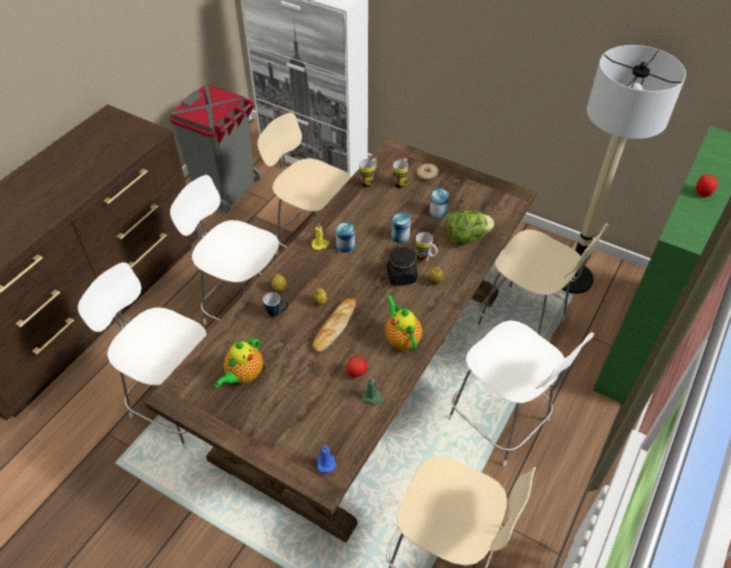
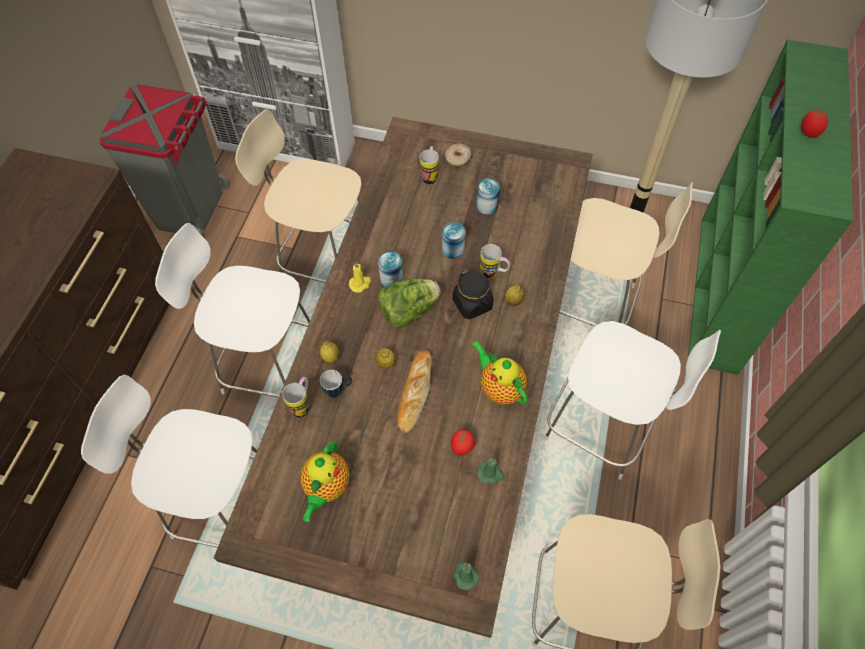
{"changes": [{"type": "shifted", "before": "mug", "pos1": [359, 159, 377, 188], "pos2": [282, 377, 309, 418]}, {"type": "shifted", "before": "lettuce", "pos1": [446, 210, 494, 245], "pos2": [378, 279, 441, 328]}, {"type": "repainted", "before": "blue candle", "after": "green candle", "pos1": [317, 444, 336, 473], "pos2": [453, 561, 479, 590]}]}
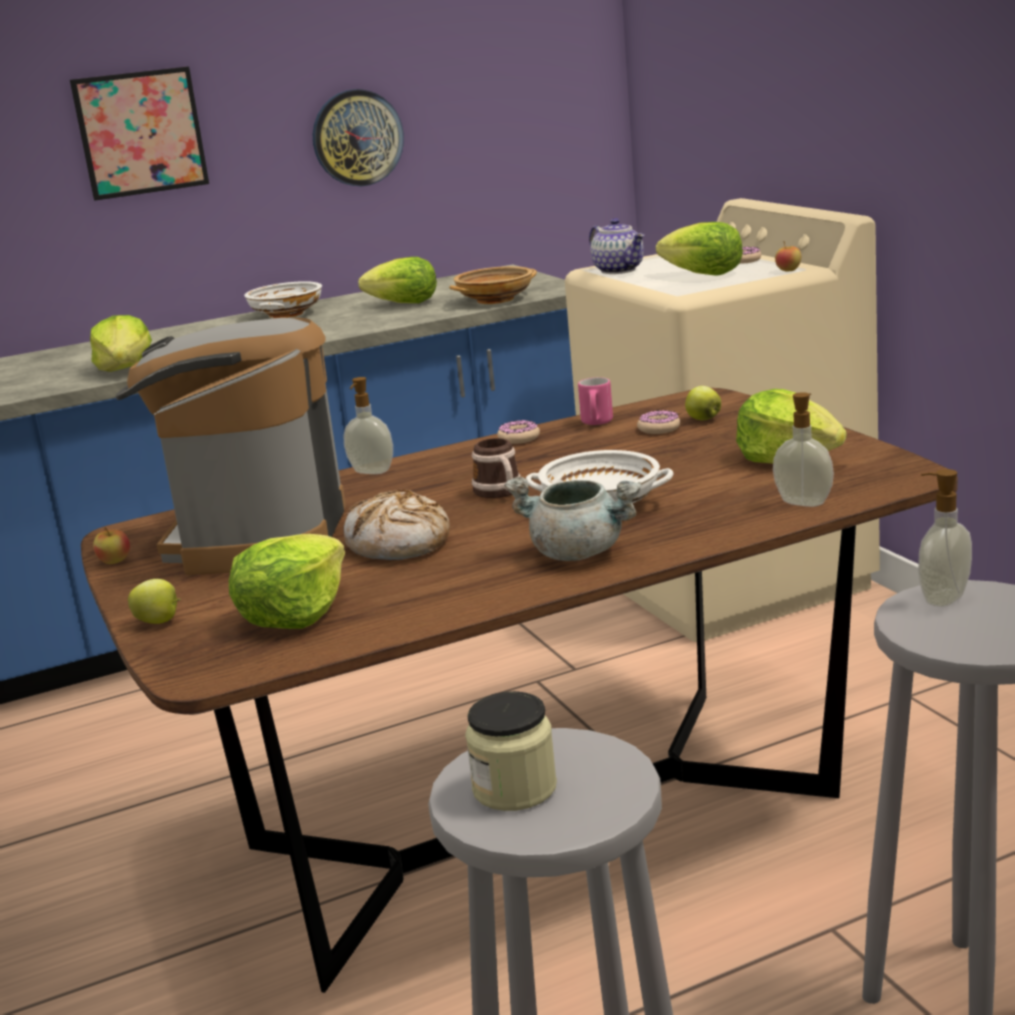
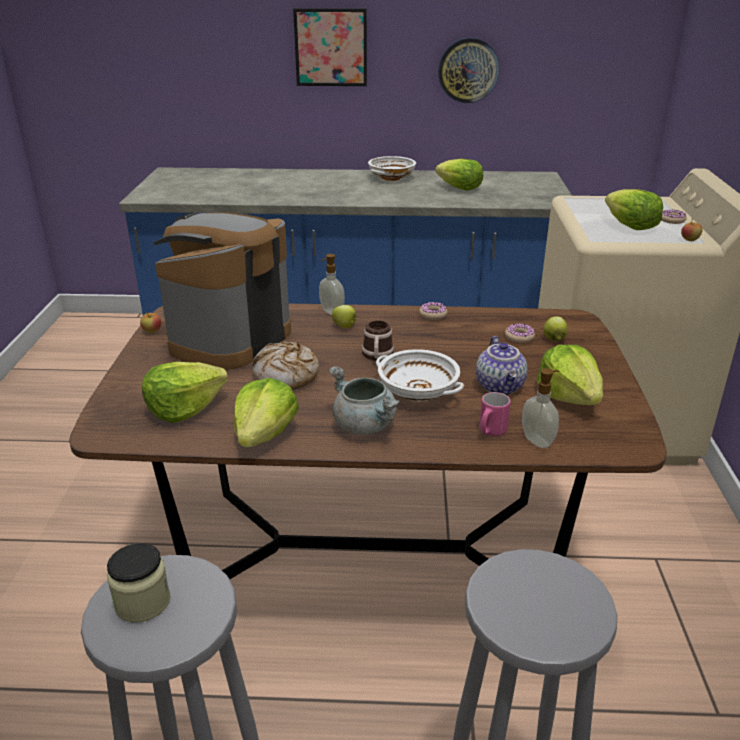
{"changes": [{"type": "gone", "before": "beige bowl", "pos1": [449, 266, 537, 304]}, {"type": "gone", "before": "soap dispenser", "pos1": [918, 469, 972, 607]}, {"type": "shifted", "before": "lettuce", "pos1": [90, 315, 152, 372], "pos2": [233, 378, 299, 447]}, {"type": "shifted", "before": "apple", "pos1": [128, 579, 181, 624], "pos2": [332, 305, 356, 328]}, {"type": "shifted", "before": "pink mug", "pos1": [578, 377, 613, 425], "pos2": [479, 392, 511, 436]}, {"type": "shifted", "before": "teapot", "pos1": [589, 218, 644, 274], "pos2": [476, 336, 528, 395]}]}
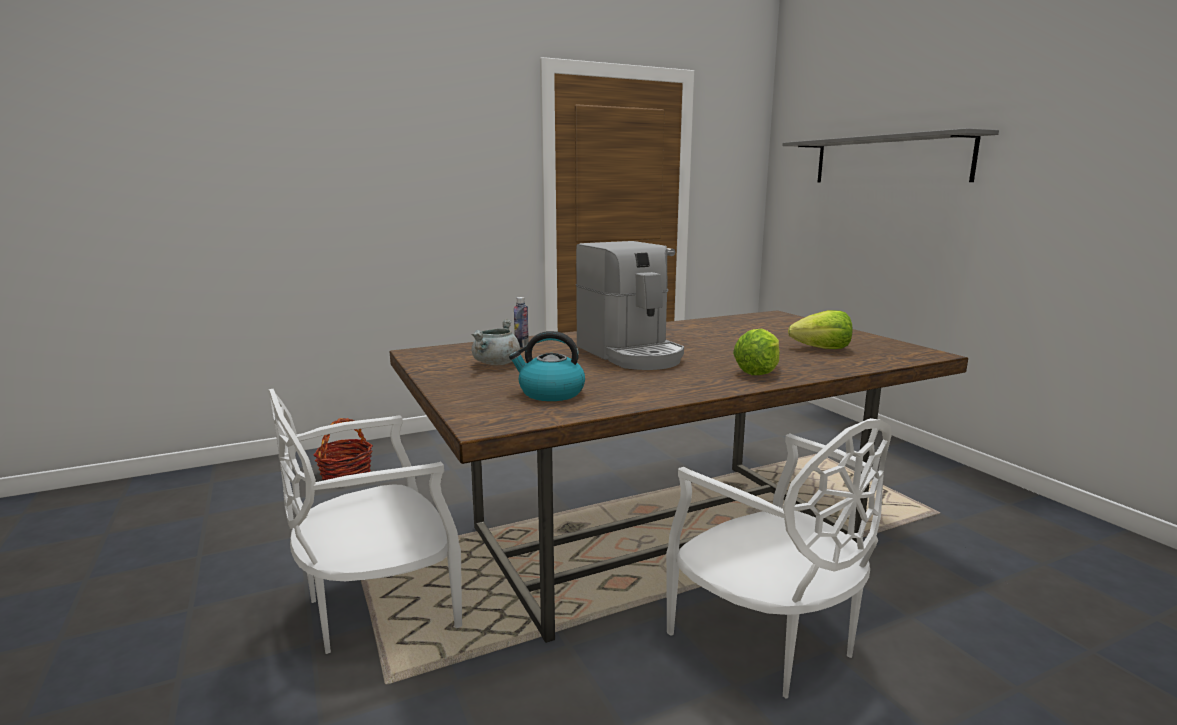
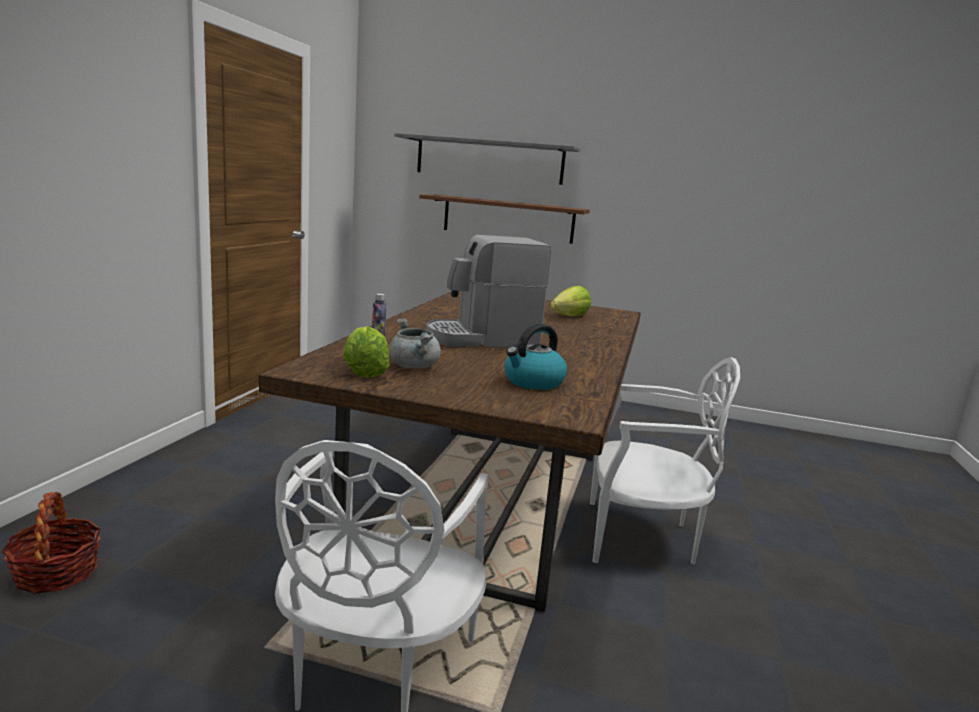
{"changes": [{"type": "new", "after": "brown shelf", "pos2": [419, 194, 590, 244]}, {"type": "shifted", "before": "lettuce", "pos1": [733, 329, 780, 375], "pos2": [343, 326, 390, 378]}, {"type": "rotated", "before": "coffee machine", "pos1": [576, 241, 684, 370], "pos2": [426, 235, 551, 348], "turn": 150}]}
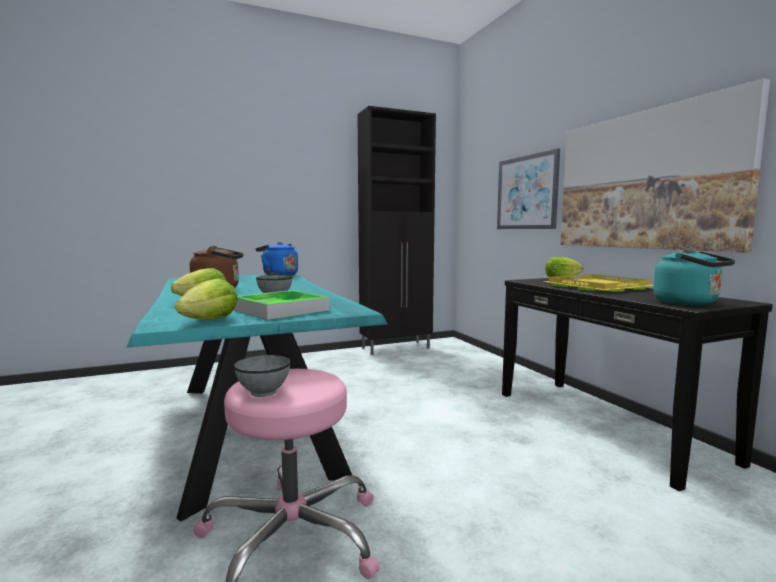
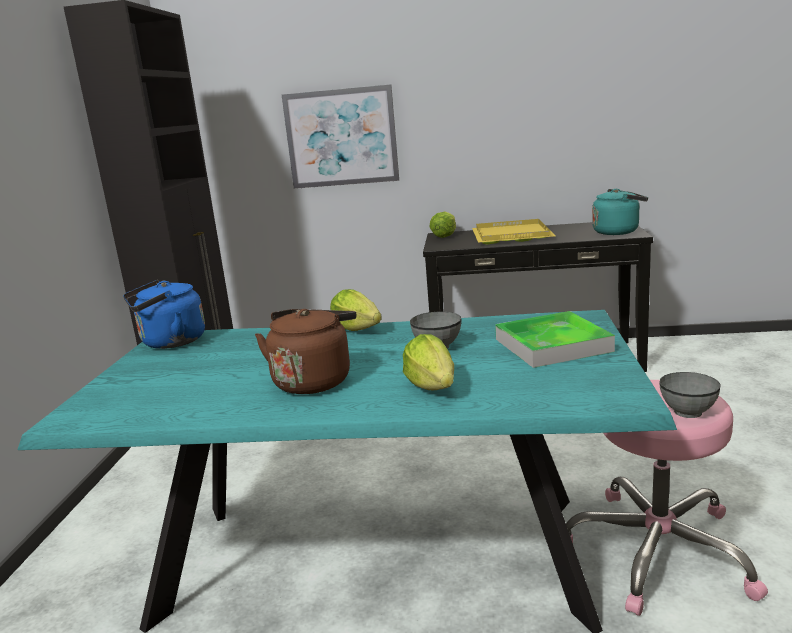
{"changes": [{"type": "gone", "before": "picture", "pos1": [561, 78, 770, 252]}, {"type": "shifted", "before": "lettuce", "pos1": [175, 279, 238, 320], "pos2": [330, 289, 382, 331]}]}
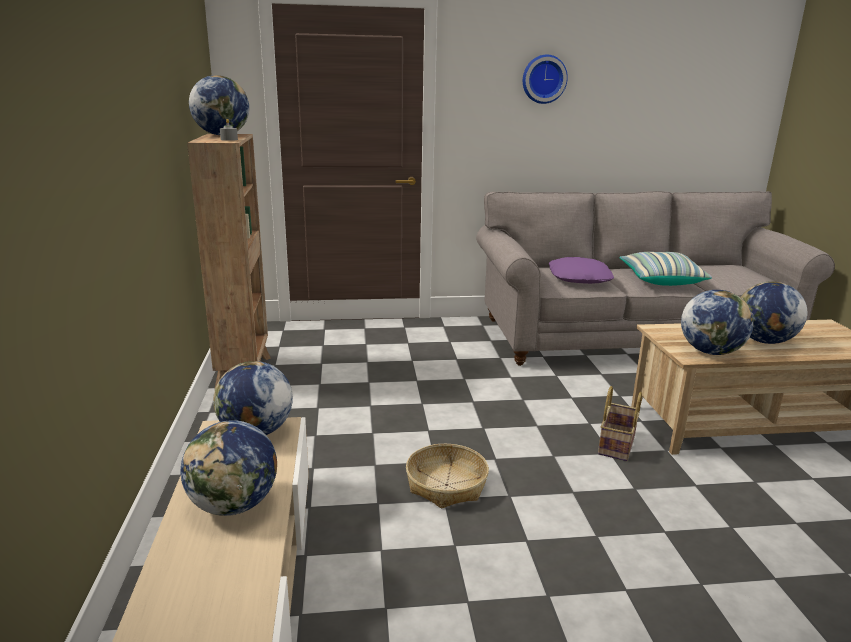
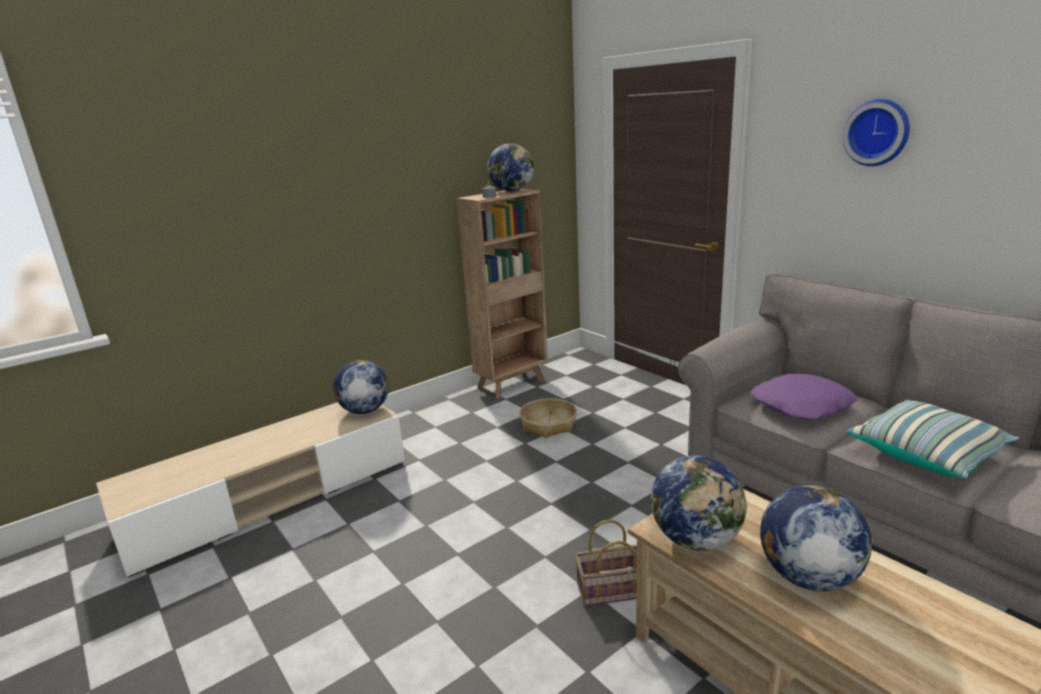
{"changes": [{"type": "gone", "before": "globe", "pos1": [181, 420, 277, 516]}, {"type": "shifted", "before": "basket", "pos1": [406, 444, 489, 509], "pos2": [519, 398, 577, 438]}]}
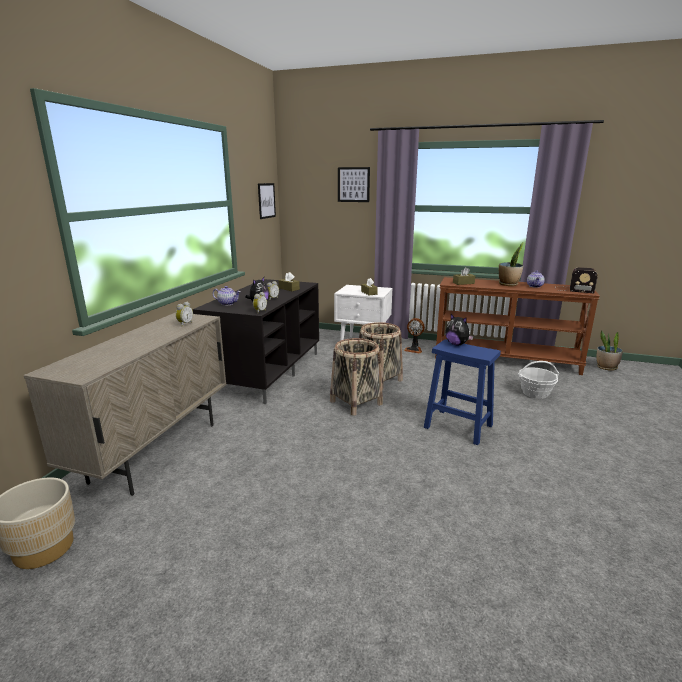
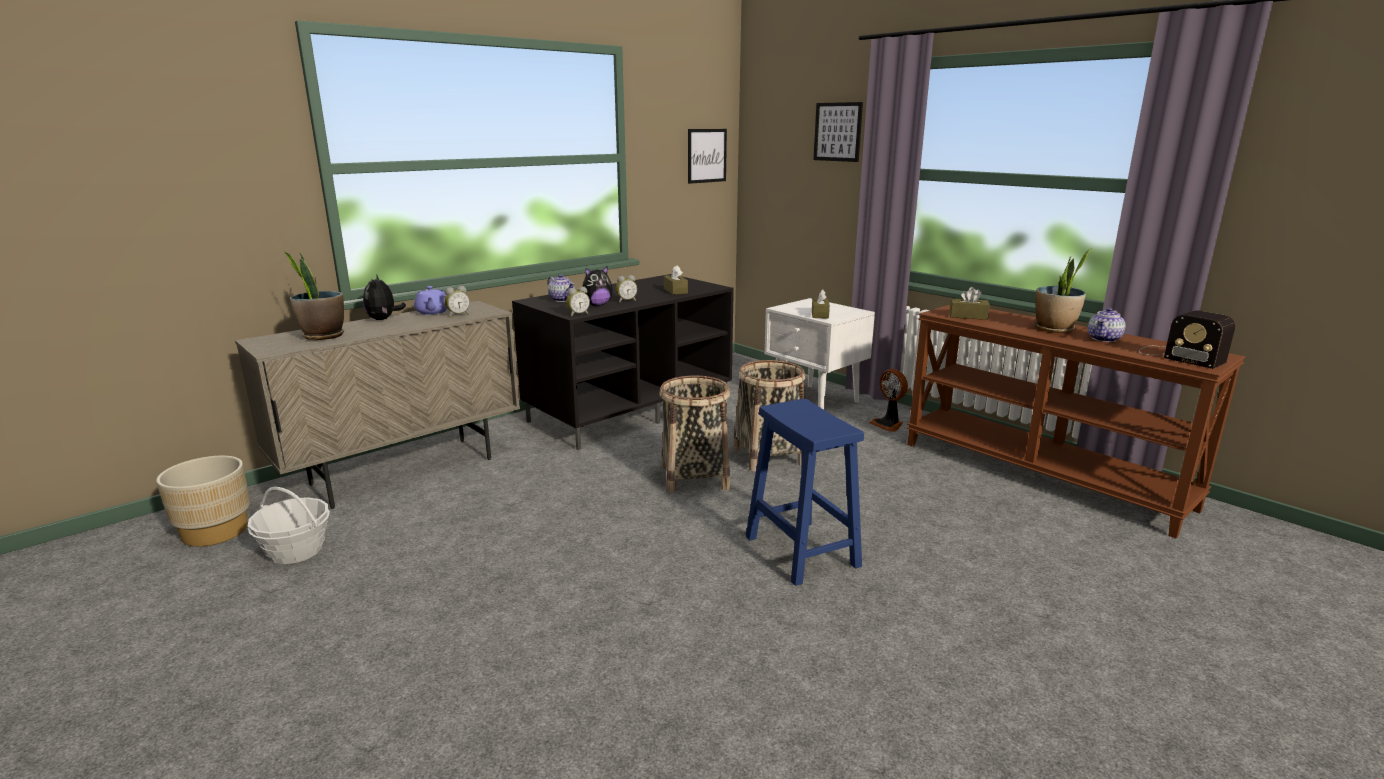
{"changes": [{"type": "new", "after": "purple teapot", "pos2": [414, 286, 447, 315]}, {"type": "shifted", "before": "plush toy", "pos1": [445, 314, 474, 345], "pos2": [363, 274, 406, 320]}, {"type": "shifted", "before": "basket", "pos1": [518, 361, 559, 399], "pos2": [248, 487, 330, 564]}, {"type": "shifted", "before": "potted plant", "pos1": [596, 330, 623, 371], "pos2": [285, 252, 344, 340]}]}
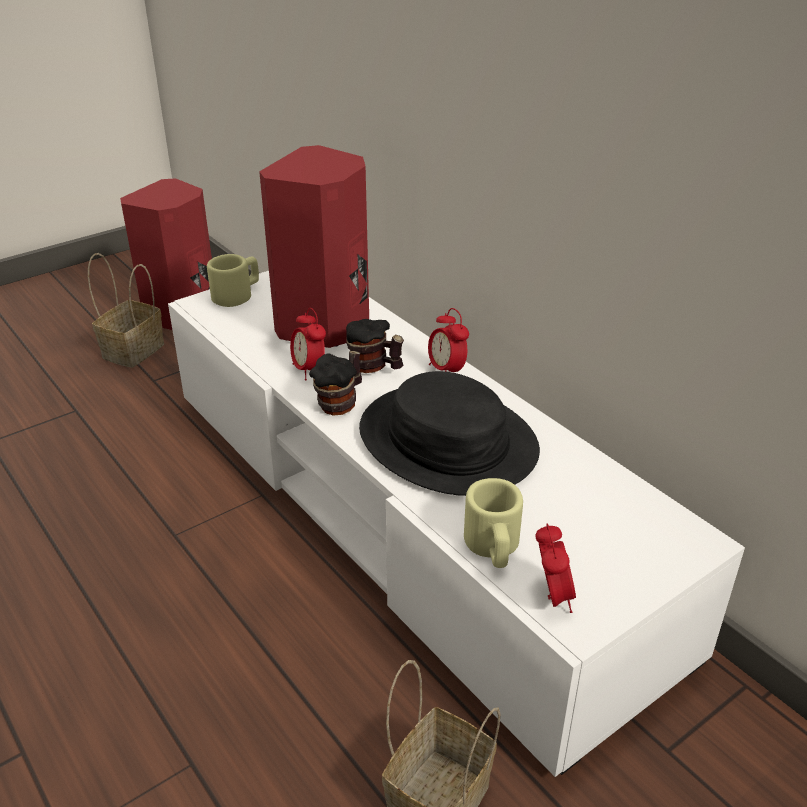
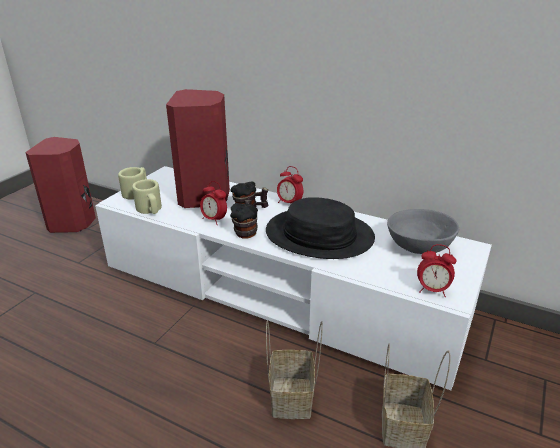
{"changes": [{"type": "new", "after": "grey bowl", "pos2": [387, 209, 459, 254]}, {"type": "shifted", "before": "basket", "pos1": [88, 253, 164, 368], "pos2": [266, 320, 323, 419]}, {"type": "shifted", "before": "beige mug", "pos1": [464, 478, 523, 568], "pos2": [132, 179, 162, 214]}, {"type": "rotated", "before": "alarm clock", "pos1": [536, 523, 576, 613], "pos2": [417, 244, 456, 297], "turn": 135}]}
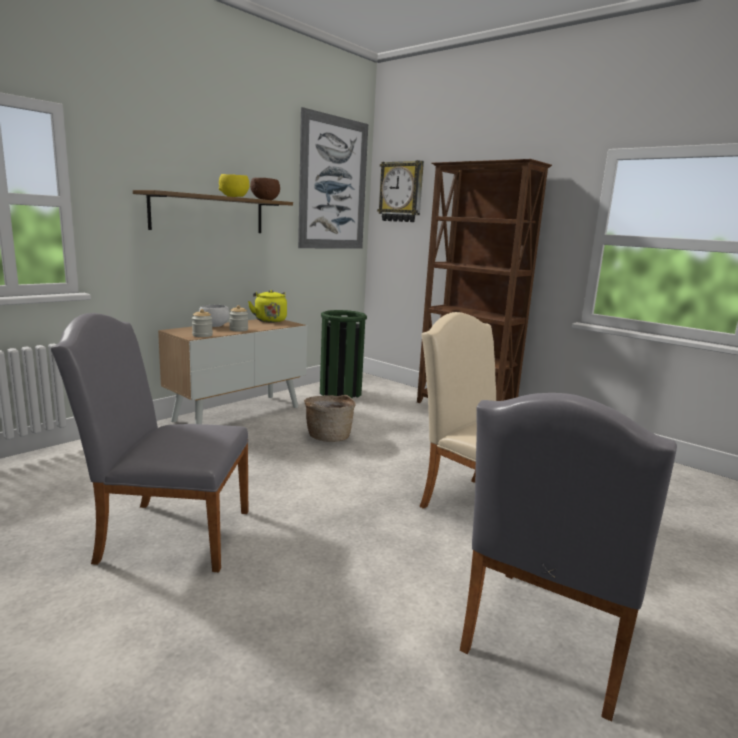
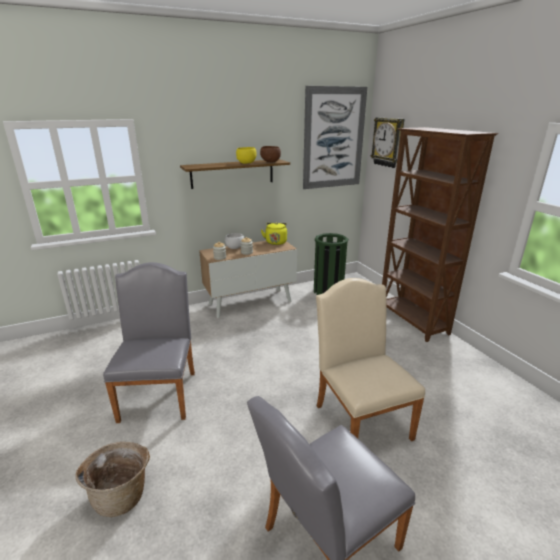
{"changes": [{"type": "shifted", "before": "basket", "pos1": [304, 395, 355, 442], "pos2": [75, 442, 150, 517]}, {"type": "rotated", "before": "grey chair", "pos1": [51, 313, 249, 572], "pos2": [103, 262, 195, 423], "turn": 60}]}
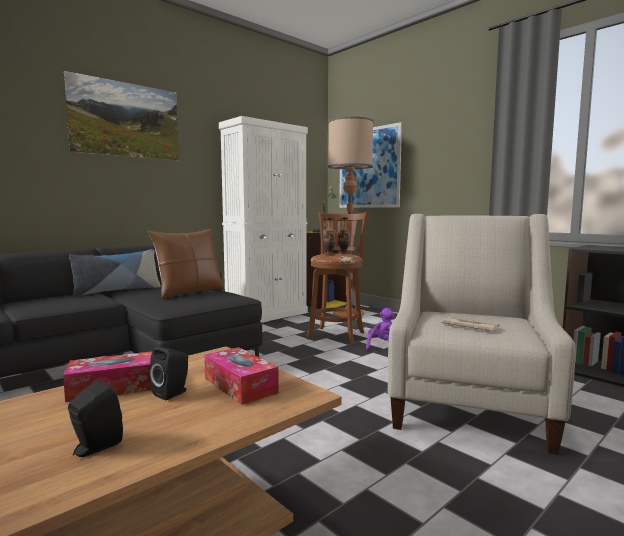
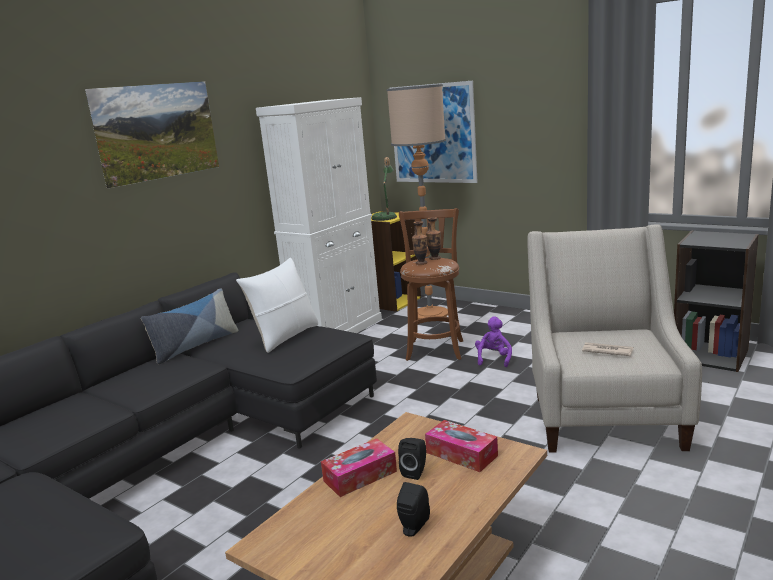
{"changes": [{"type": "repainted", "before": "brown pillow", "after": "white pillow", "pos1": [147, 229, 224, 299], "pos2": [236, 258, 318, 353]}]}
